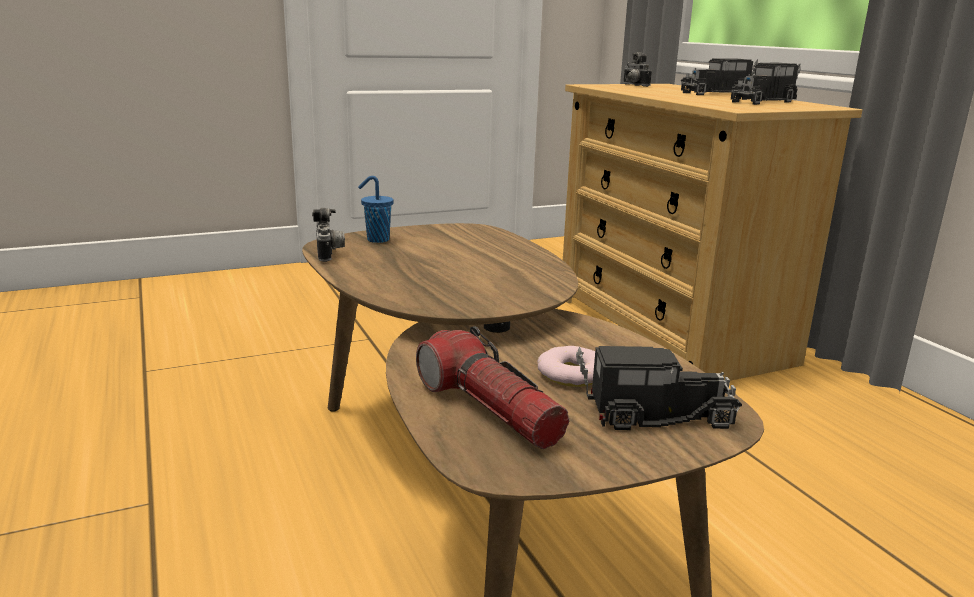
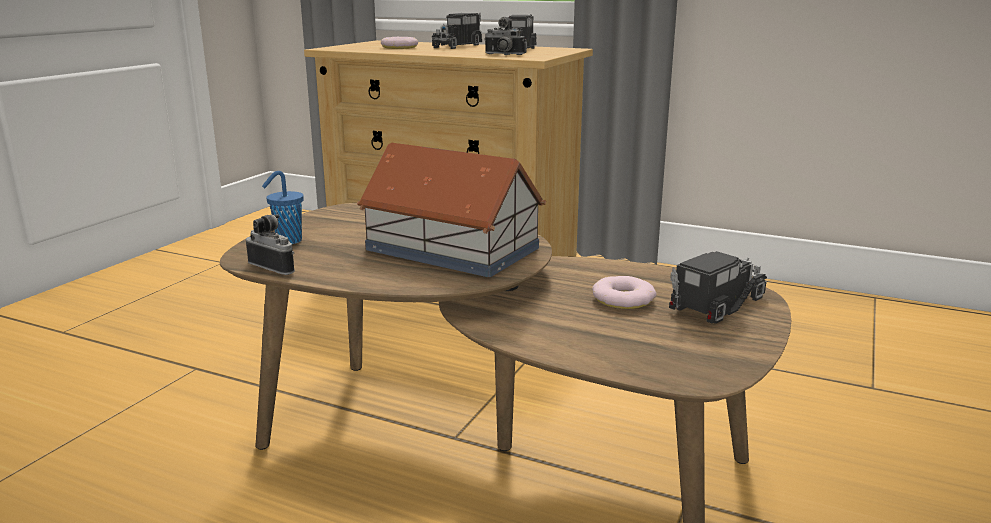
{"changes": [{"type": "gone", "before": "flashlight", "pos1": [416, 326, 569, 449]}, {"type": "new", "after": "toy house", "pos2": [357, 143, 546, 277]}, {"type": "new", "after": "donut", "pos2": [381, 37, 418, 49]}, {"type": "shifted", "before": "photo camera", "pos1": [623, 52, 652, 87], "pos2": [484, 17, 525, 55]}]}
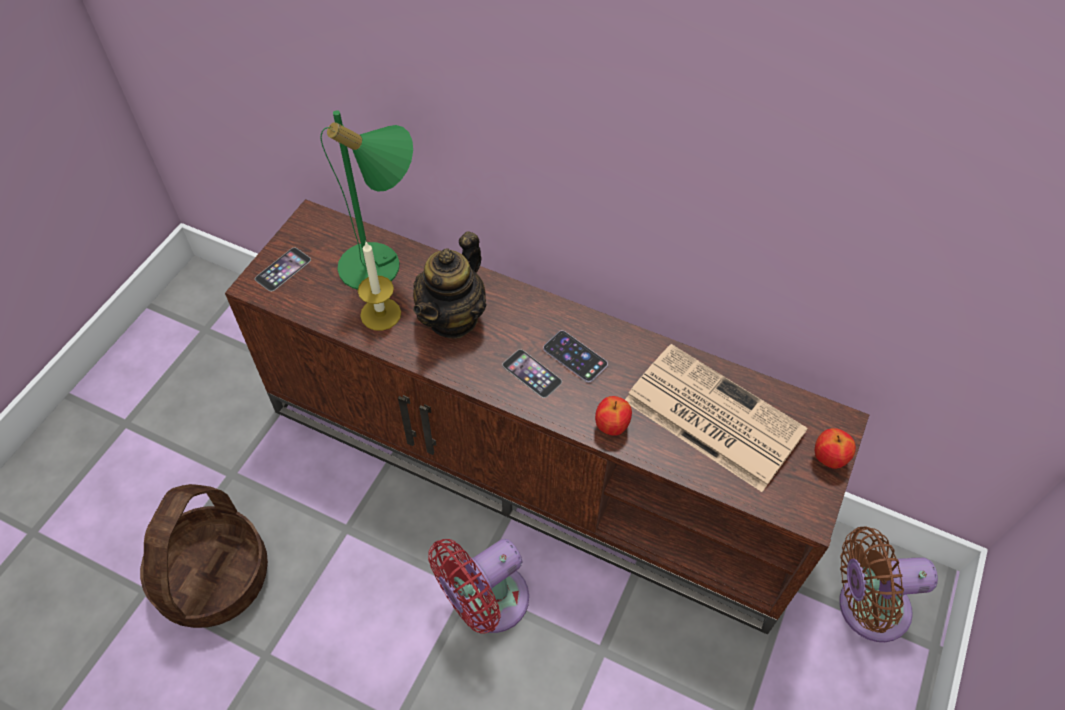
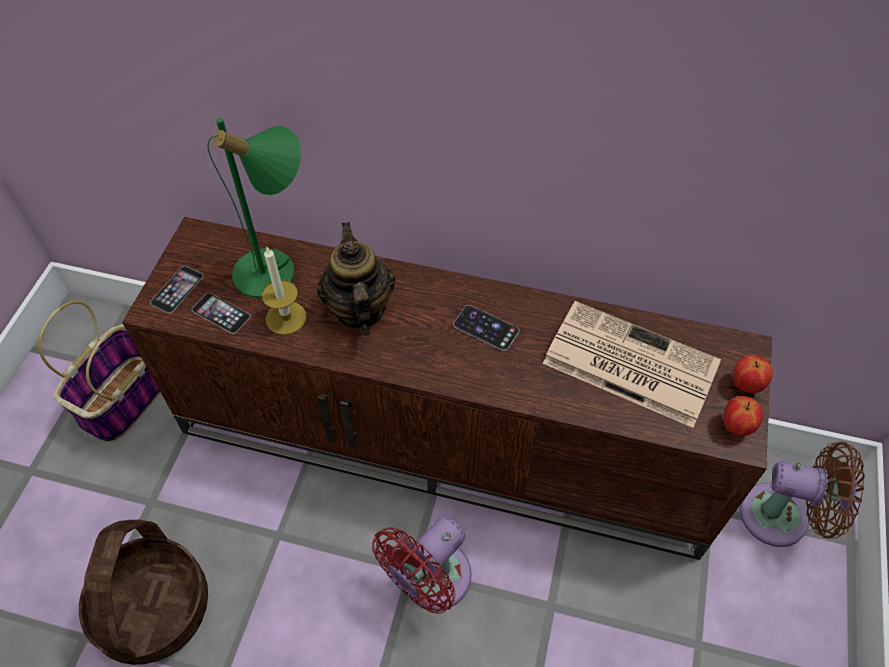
{"changes": [{"type": "new", "after": "basket", "pos2": [38, 301, 161, 443]}, {"type": "shifted", "before": "phone", "pos1": [502, 349, 562, 398], "pos2": [192, 293, 250, 334]}, {"type": "shifted", "before": "apple", "pos1": [595, 396, 632, 436], "pos2": [723, 396, 763, 436]}, {"type": "rotated", "before": "teapot", "pos1": [413, 231, 487, 339], "pos2": [317, 222, 396, 336], "turn": 150}, {"type": "rotated", "before": "brown fan", "pos1": [839, 526, 938, 642], "pos2": [740, 442, 865, 547], "turn": -150}]}
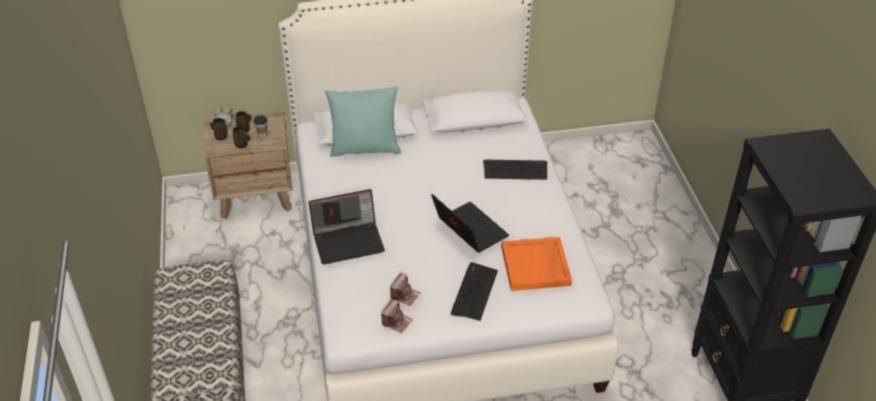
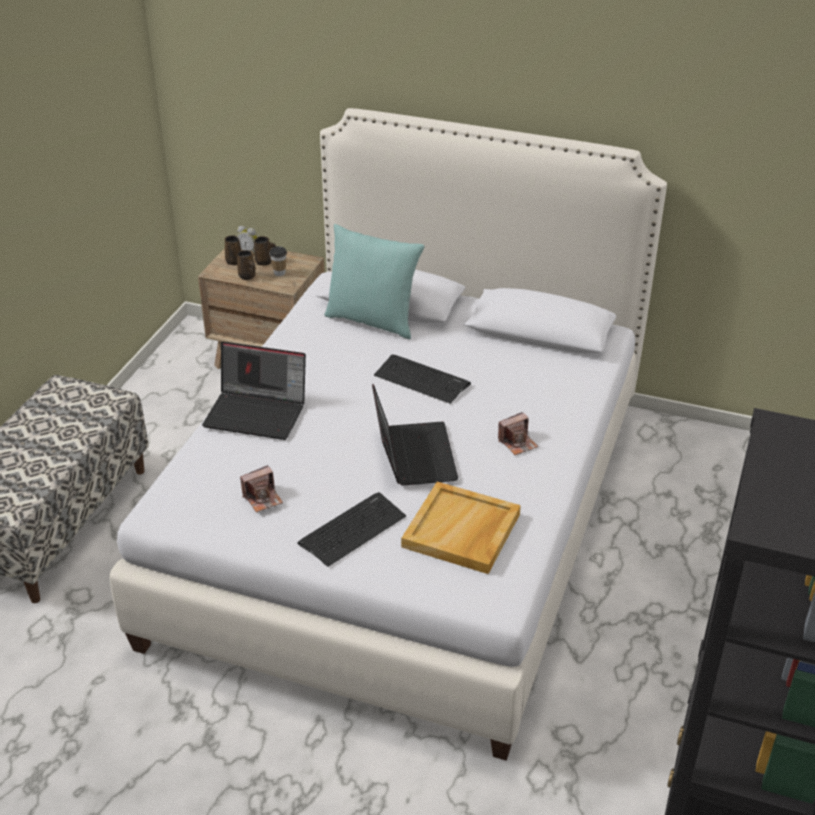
{"changes": [{"type": "shifted", "before": "photo camera", "pos1": [381, 299, 413, 333], "pos2": [498, 412, 538, 455]}, {"type": "shifted", "before": "keyboard", "pos1": [483, 160, 547, 180], "pos2": [374, 354, 471, 404]}, {"type": "repainted", "before": "orange tray", "after": "beige tray", "pos1": [501, 237, 572, 291], "pos2": [401, 482, 521, 574]}]}
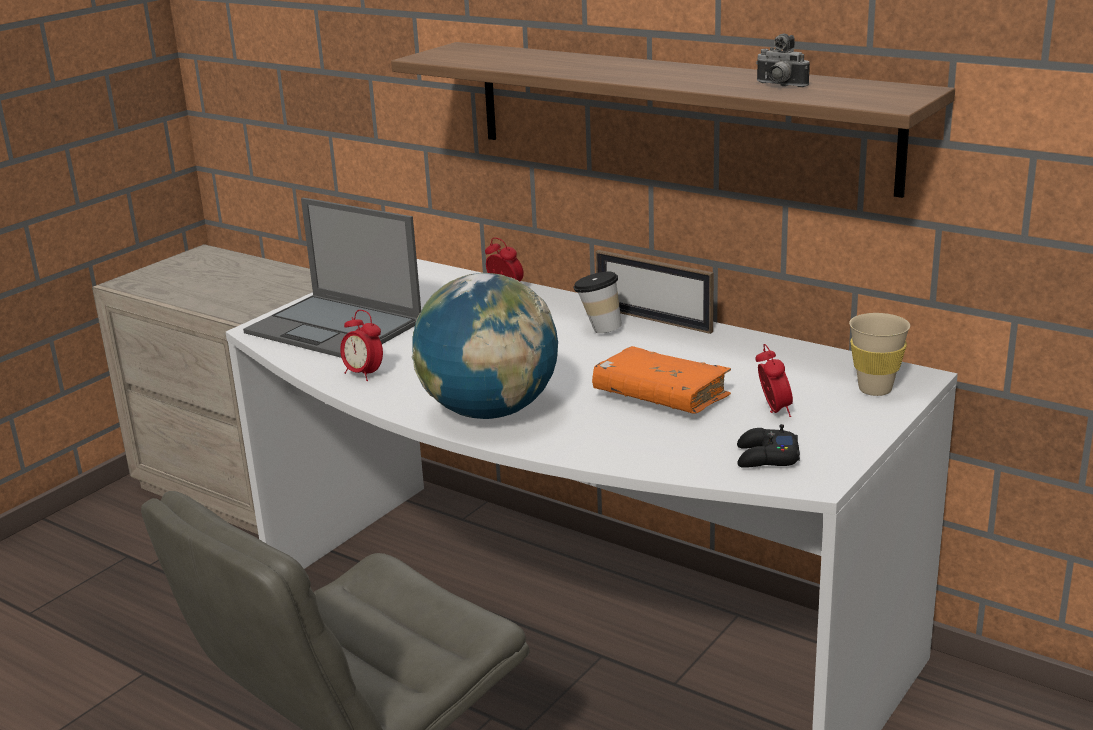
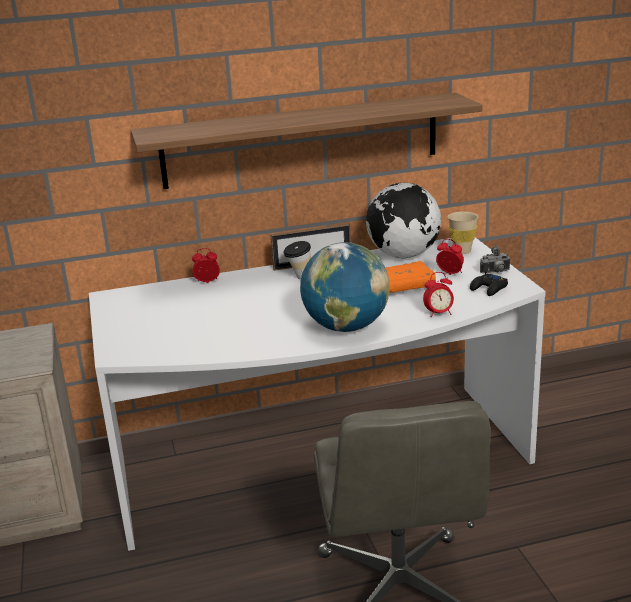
{"changes": [{"type": "gone", "before": "laptop", "pos1": [243, 198, 421, 358]}, {"type": "new", "after": "globe", "pos2": [366, 183, 441, 258]}, {"type": "shifted", "before": "alarm clock", "pos1": [340, 310, 383, 381], "pos2": [423, 272, 454, 317]}, {"type": "shifted", "before": "photo camera", "pos1": [756, 34, 810, 87], "pos2": [480, 246, 511, 274]}]}
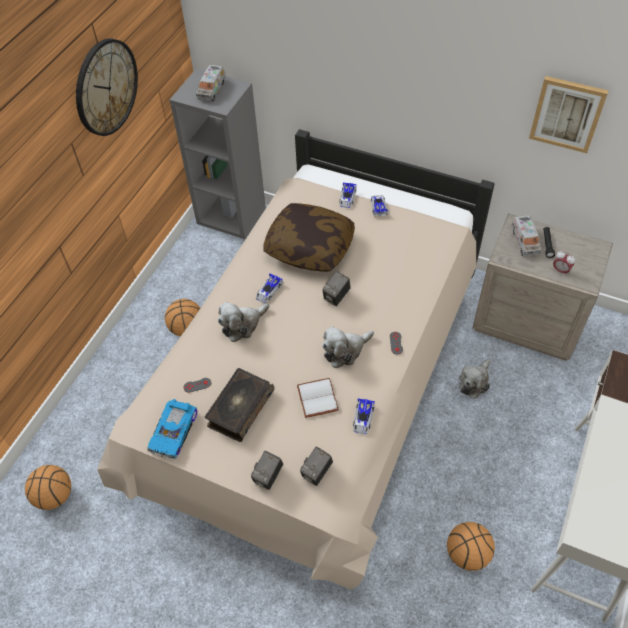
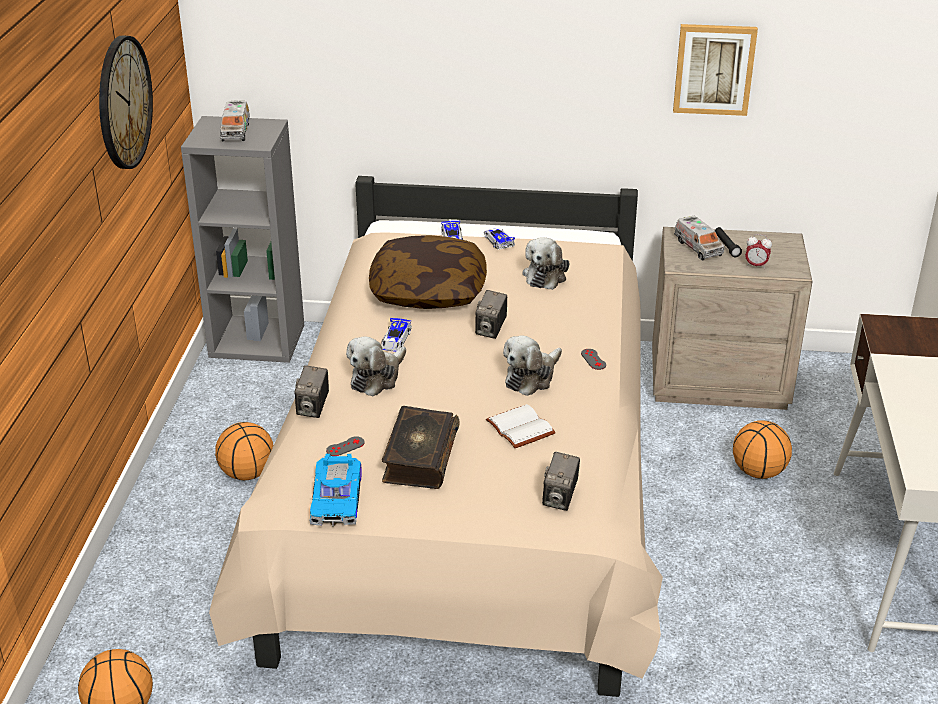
{"changes": [{"type": "gone", "before": "toy car", "pos1": [353, 398, 375, 434]}, {"type": "shifted", "before": "photo camera", "pos1": [251, 451, 283, 490], "pos2": [294, 365, 329, 418]}, {"type": "shifted", "before": "basketball", "pos1": [447, 522, 495, 571], "pos2": [733, 420, 792, 479]}, {"type": "shifted", "before": "plush toy", "pos1": [459, 359, 491, 399], "pos2": [523, 237, 569, 290]}]}
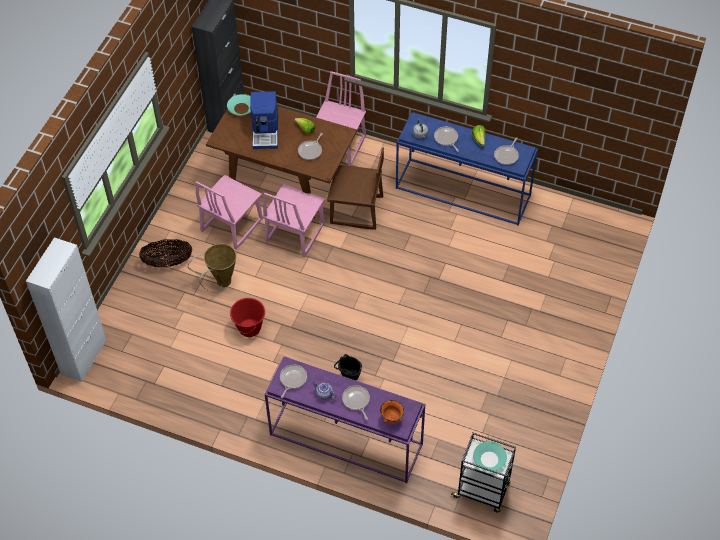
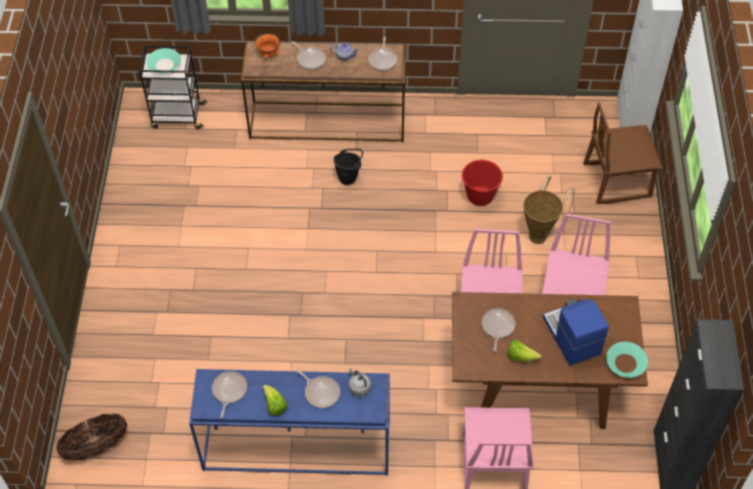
{"changes": [{"type": "shifted", "before": "basket", "pos1": [139, 239, 192, 267], "pos2": [56, 414, 127, 461]}, {"type": "shifted", "before": "brown chair", "pos1": [327, 147, 384, 230], "pos2": [583, 102, 663, 204]}, {"type": "repainted", "before": "purple console table", "after": "brown console table", "pos1": [265, 356, 425, 483], "pos2": [241, 42, 406, 142]}]}
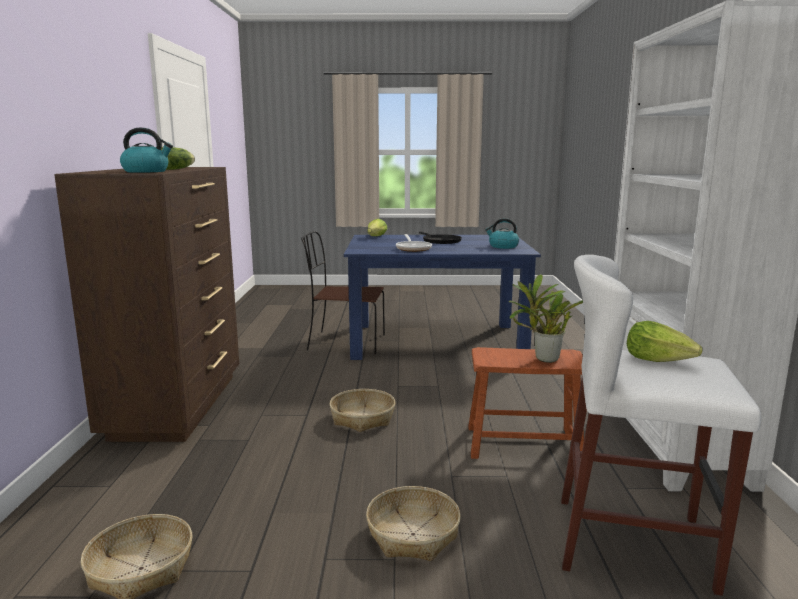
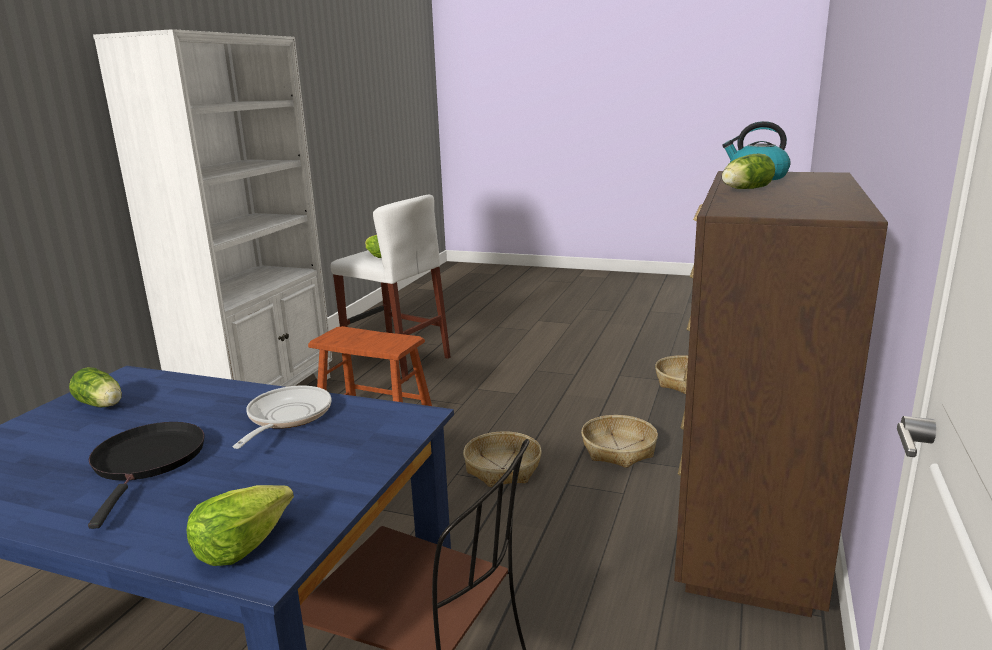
{"changes": [{"type": "gone", "before": "potted plant", "pos1": [509, 274, 583, 363]}, {"type": "shifted", "before": "basket", "pos1": [366, 486, 461, 561], "pos2": [581, 415, 658, 468]}, {"type": "swapped", "before": "kettle", "after": "lettuce", "pos1": [485, 218, 519, 249], "pos2": [69, 367, 122, 407]}]}
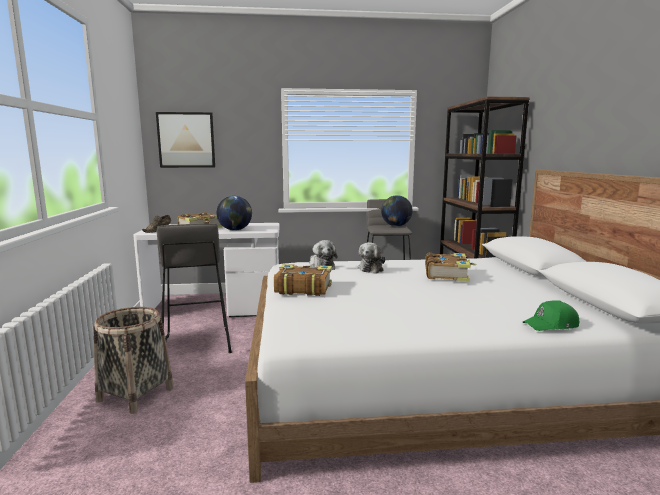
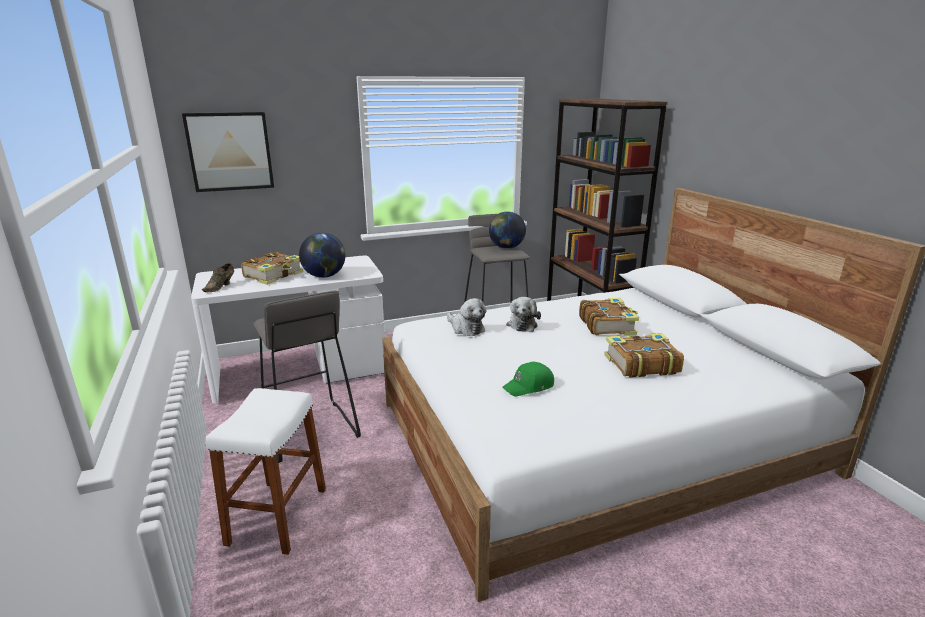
{"changes": [{"type": "shifted", "before": "book", "pos1": [274, 264, 332, 296], "pos2": [604, 333, 684, 378]}, {"type": "shifted", "before": "green cap", "pos1": [523, 300, 579, 331], "pos2": [502, 362, 554, 397]}, {"type": "swapped", "before": "basket", "after": "white stool", "pos1": [94, 307, 174, 414], "pos2": [206, 388, 326, 555]}]}
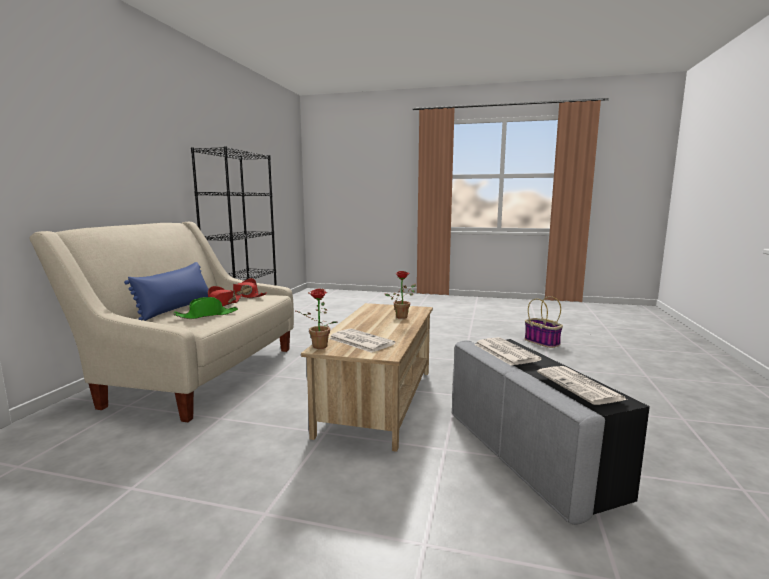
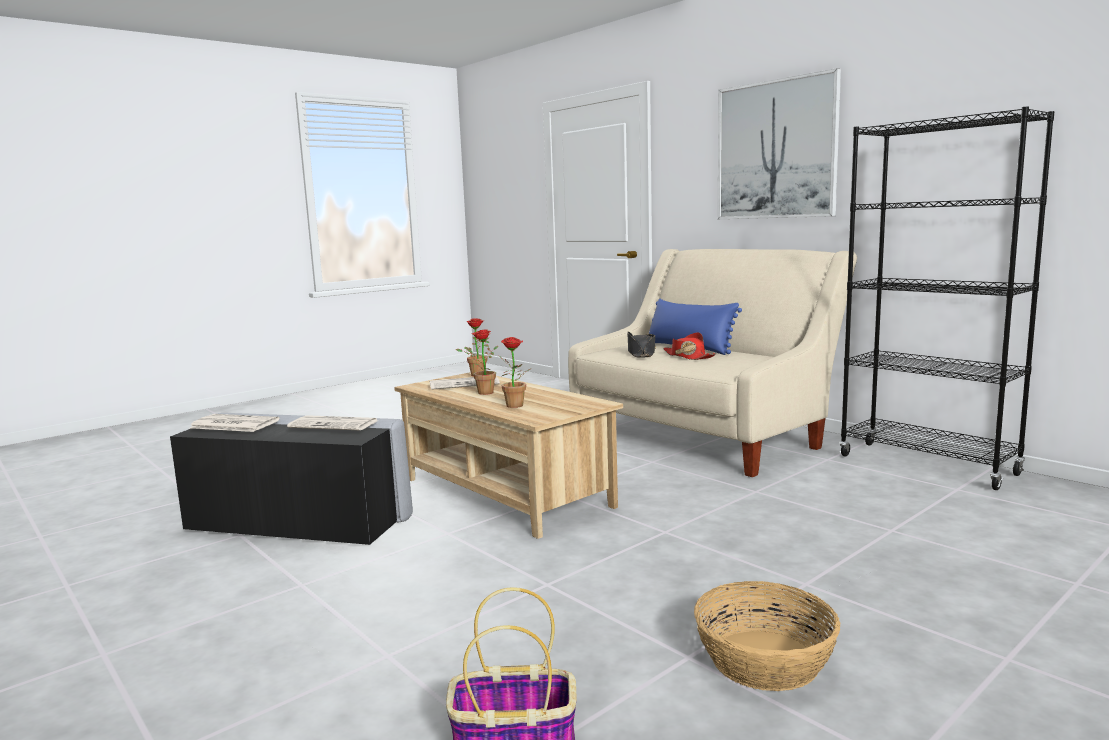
{"changes": [{"type": "gone", "before": "red hat", "pos1": [230, 278, 267, 298]}, {"type": "new", "after": "potted plant", "pos2": [466, 330, 498, 395]}, {"type": "new", "after": "basket", "pos2": [694, 581, 840, 691]}, {"type": "new", "after": "picture", "pos2": [718, 68, 841, 219]}, {"type": "repainted", "before": "green hat", "after": "black hat", "pos1": [173, 297, 238, 319], "pos2": [627, 332, 656, 358]}]}
